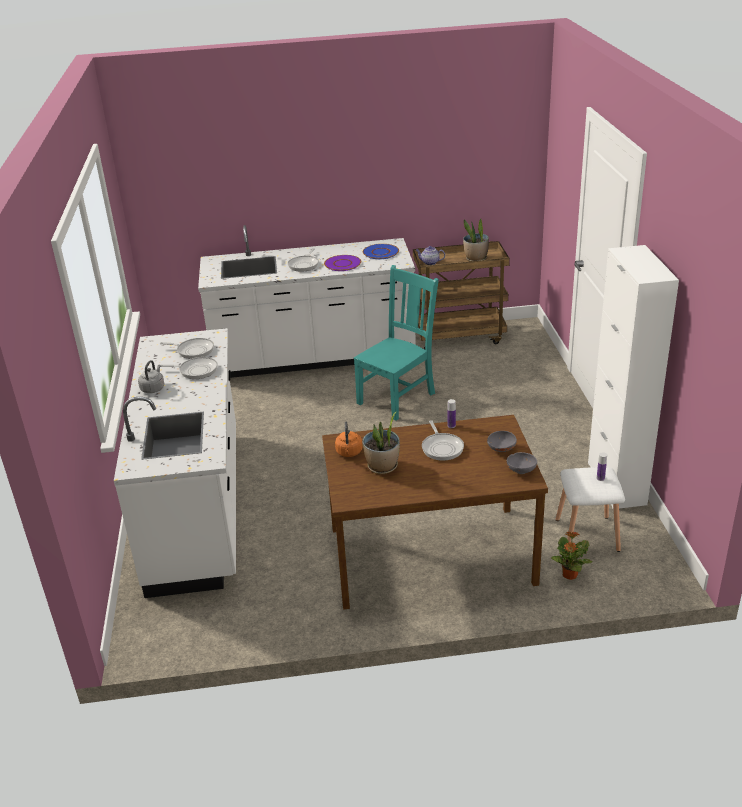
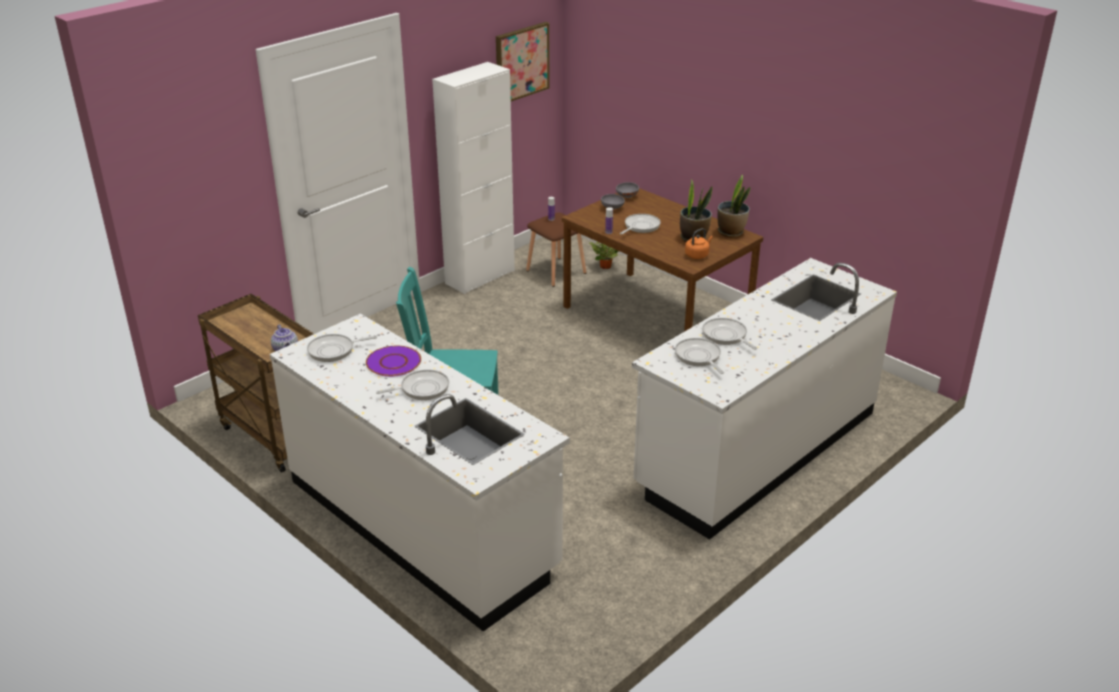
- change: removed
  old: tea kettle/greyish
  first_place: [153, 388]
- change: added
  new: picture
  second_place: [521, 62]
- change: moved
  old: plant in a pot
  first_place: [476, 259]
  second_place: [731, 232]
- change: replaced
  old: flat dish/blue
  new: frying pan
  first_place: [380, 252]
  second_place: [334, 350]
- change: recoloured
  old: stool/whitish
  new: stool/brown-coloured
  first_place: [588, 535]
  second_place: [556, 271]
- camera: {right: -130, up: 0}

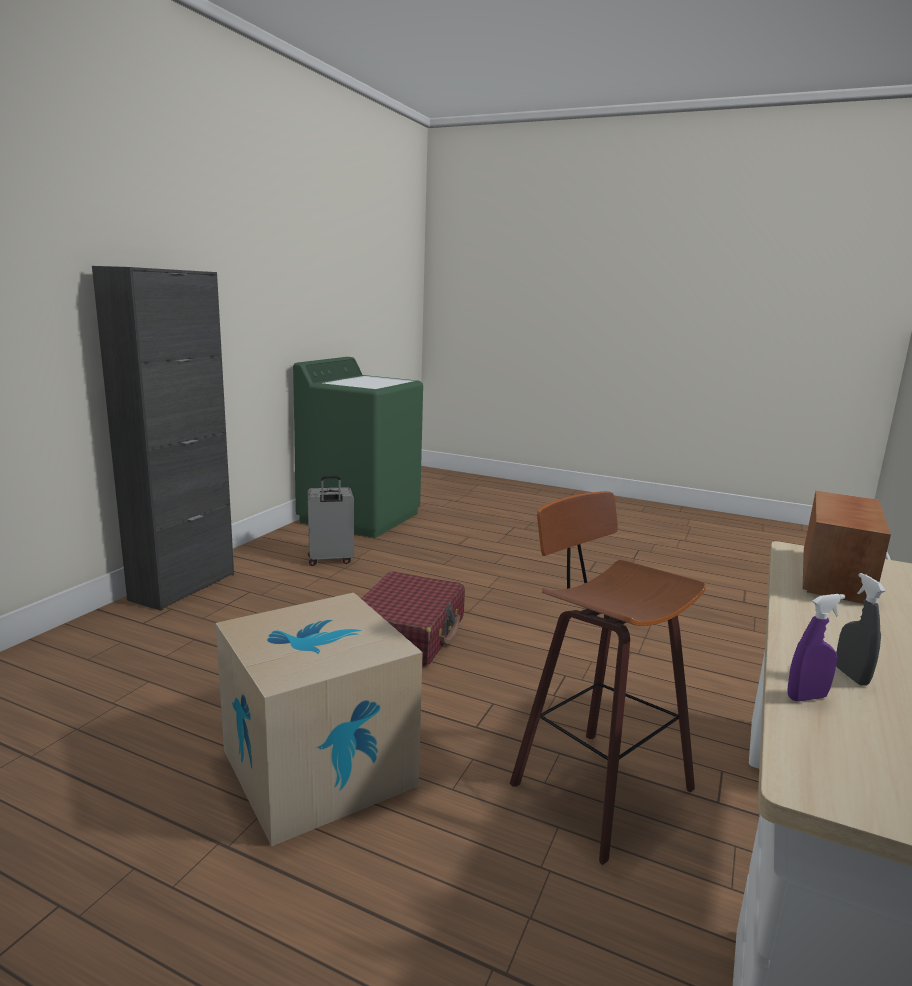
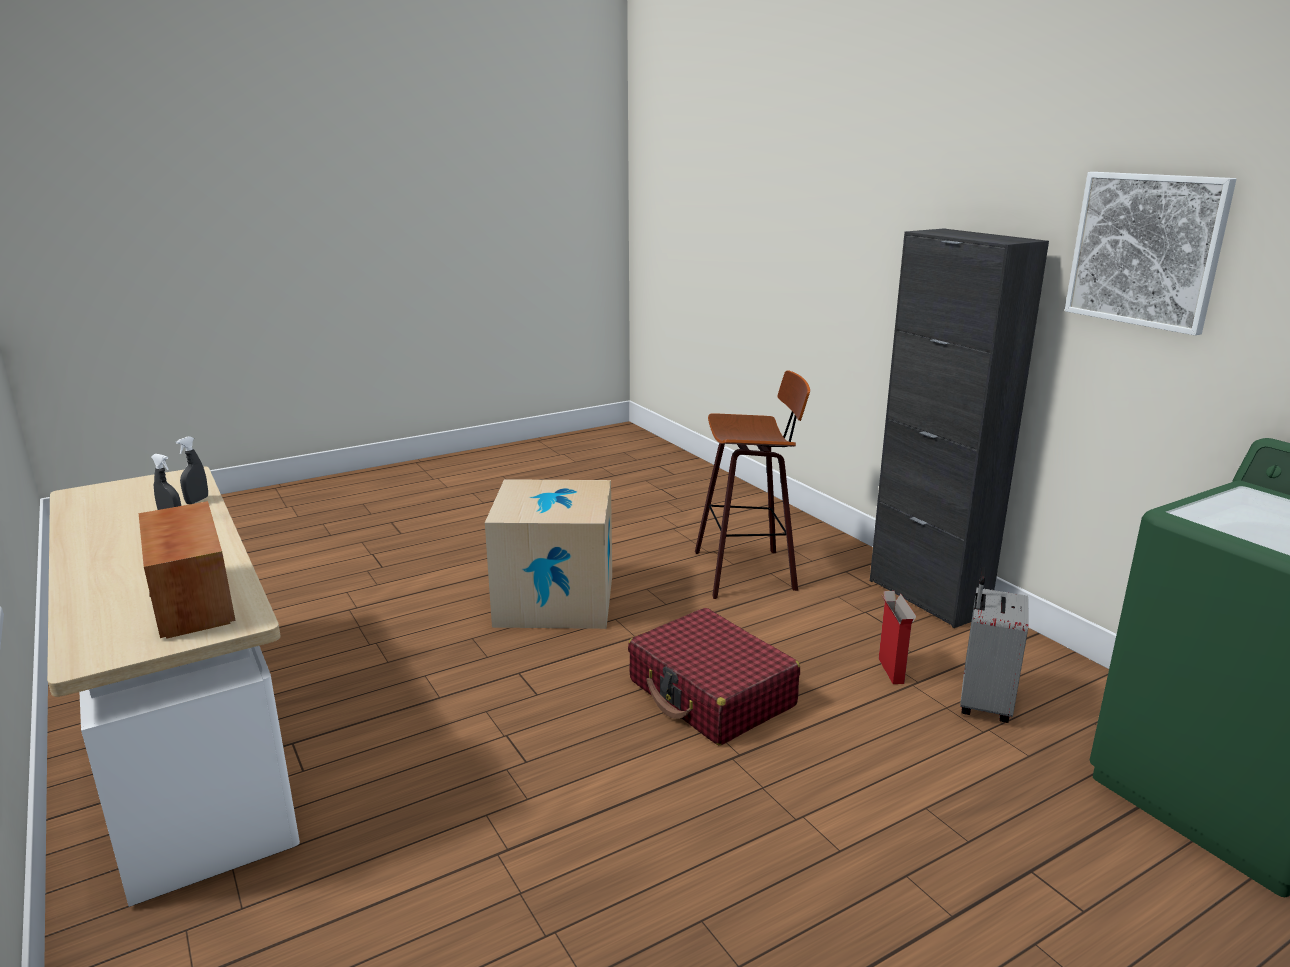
- change: added
  new: cardboard box
  second_place: [890, 670]
- change: added
  new: picture
  second_place: [1146, 250]
- change: moved
  old: stool
  first_place: [594, 786]
  second_place: [748, 571]
- change: recoloured
  old: hand sprayer/purplish
  new: hand sprayer/greyish
  first_place: [807, 697]
  second_place: [197, 500]
- camera: {right: 125, up: 5}

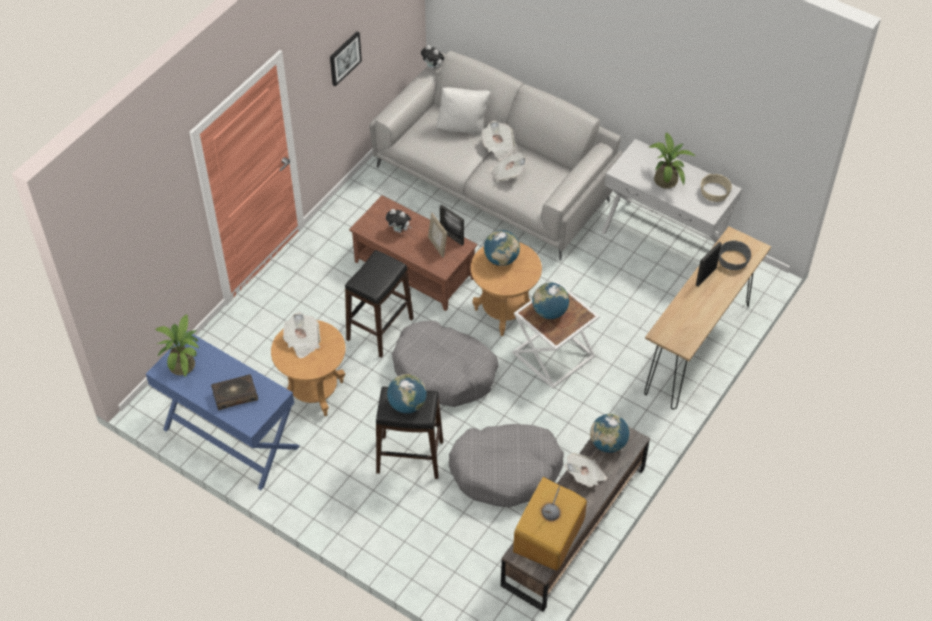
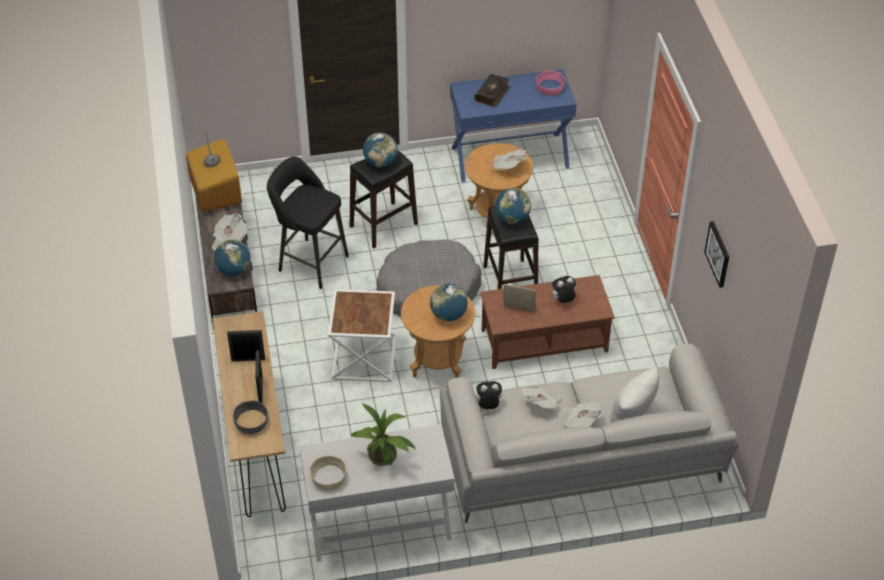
- change: moved
  old: cuddly toy
  first_place: [433, 67]
  second_place: [488, 406]
- change: moved
  old: photo frame
  first_place: [452, 237]
  second_place: [248, 359]
- change: moved
  old: desk globe
  first_place: [549, 312]
  second_place: [512, 218]
- change: replaced
  old: plant in a pot
  new: bowl/pink-coloured
  first_place: [184, 363]
  second_place: [549, 88]
- change: replaced
  old: dog cushion/greyish
  new: stool/black-coloured
  first_place: [506, 470]
  second_place: [310, 262]
- camera: {right: 135, up: -5}

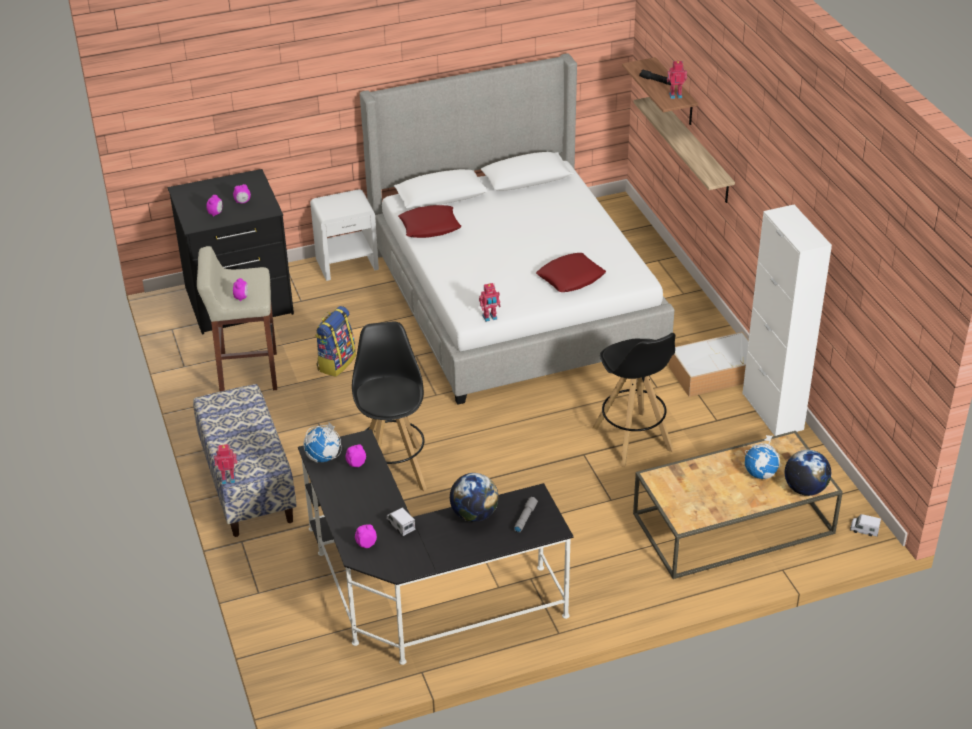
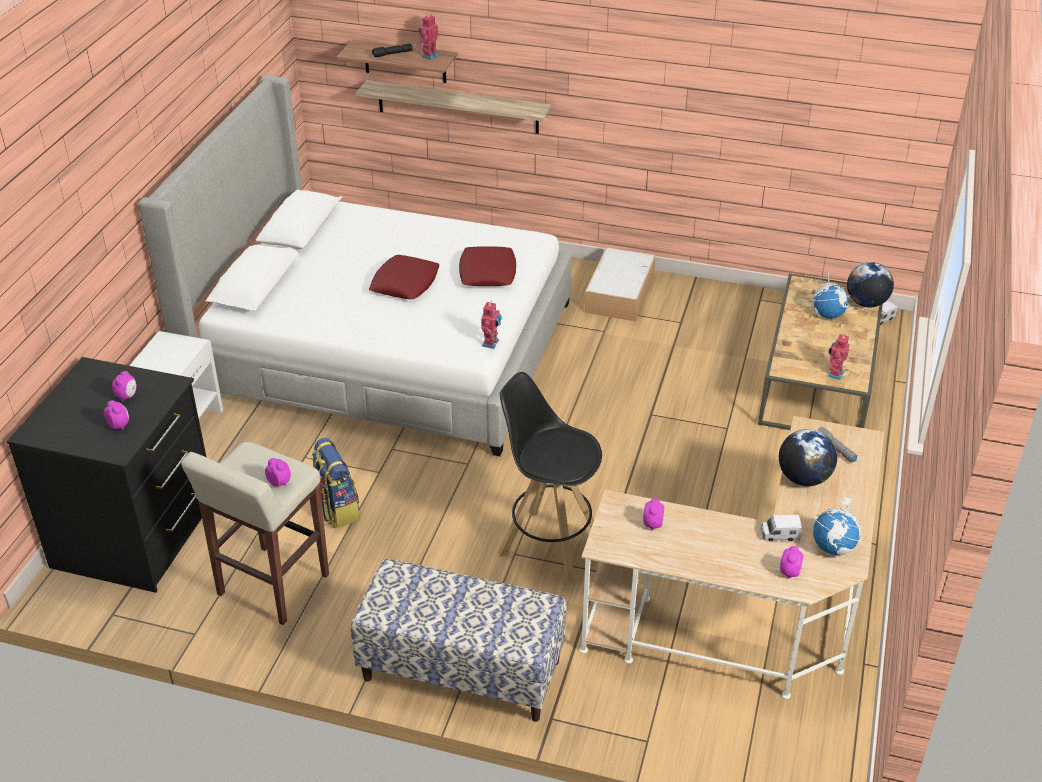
- change: removed
  old: stool/black-coloured
  first_place: [633, 439]
- change: removed
  old: storage cabinet/whitish
  first_place: [772, 411]
- change: moved
  old: toy robot
  first_place: [228, 478]
  second_place: [834, 373]
- change: moved
  old: desk globe
  first_place: [323, 458]
  second_place: [834, 547]
- change: moved
  old: throw pillow/red-coloured
  first_place: [430, 226]
  second_place: [405, 283]
- change: recoloured
  old: desk unit/black-coloured
  new: desk unit/beige-coloured
  first_place: [419, 593]
  second_place: [750, 612]
- camera: {right: -55, up: 0}

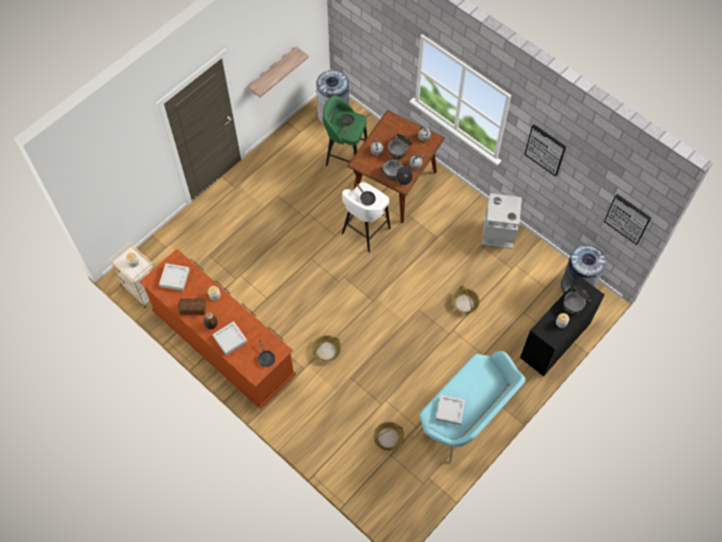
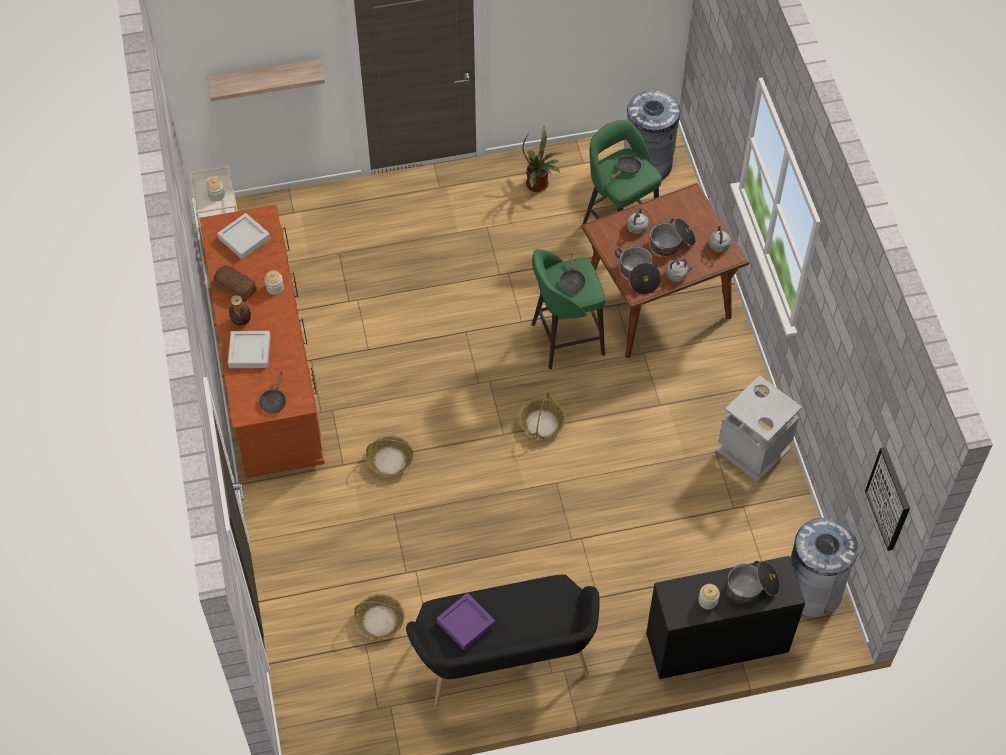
- change: removed
  old: picture
  first_place: [545, 149]
- change: added
  new: plant in a pot
  second_place: [539, 185]
- change: moved
  old: bracket shelf
  first_place: [273, 72]
  second_place: [265, 78]
- change: moved
  old: basket
  first_place: [465, 303]
  second_place: [542, 423]
- change: recoloured
  old: stool/whitish
  new: stool/greenish
  first_place: [364, 232]
  second_place: [565, 340]
- change: recoloured
  old: long seat/turquoise-coloured
  new: long seat/black-coloured
  first_place: [466, 418]
  second_place: [505, 664]
- change: recoloured
  old: carrying tray/greyish
  new: carrying tray/purplish
  first_place: [450, 411]
  second_place: [465, 623]
- camera: {right: 35, up: -5}

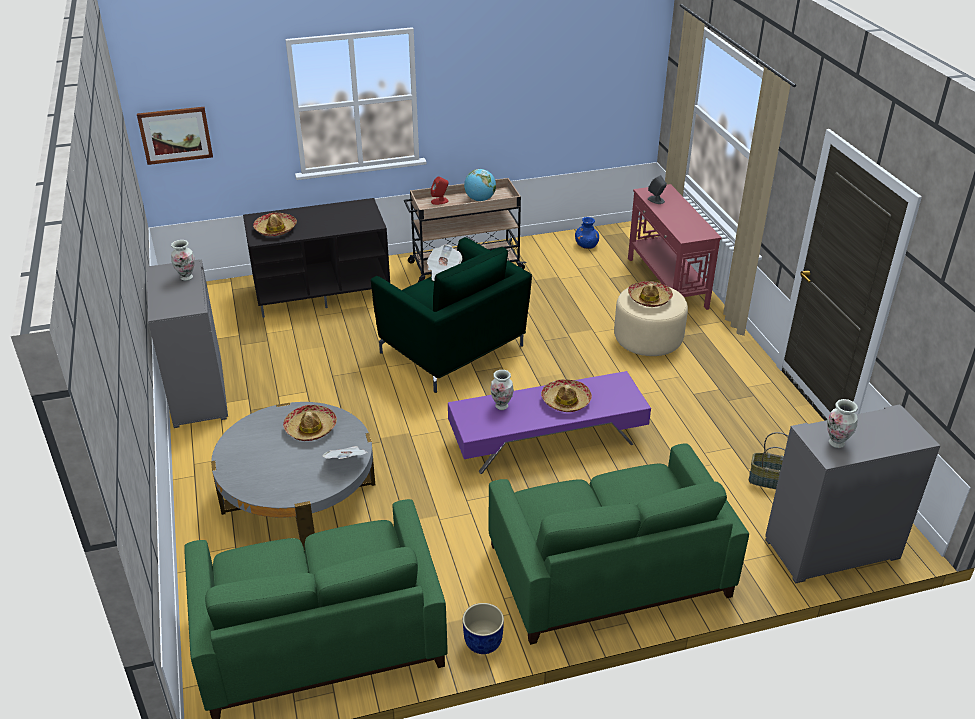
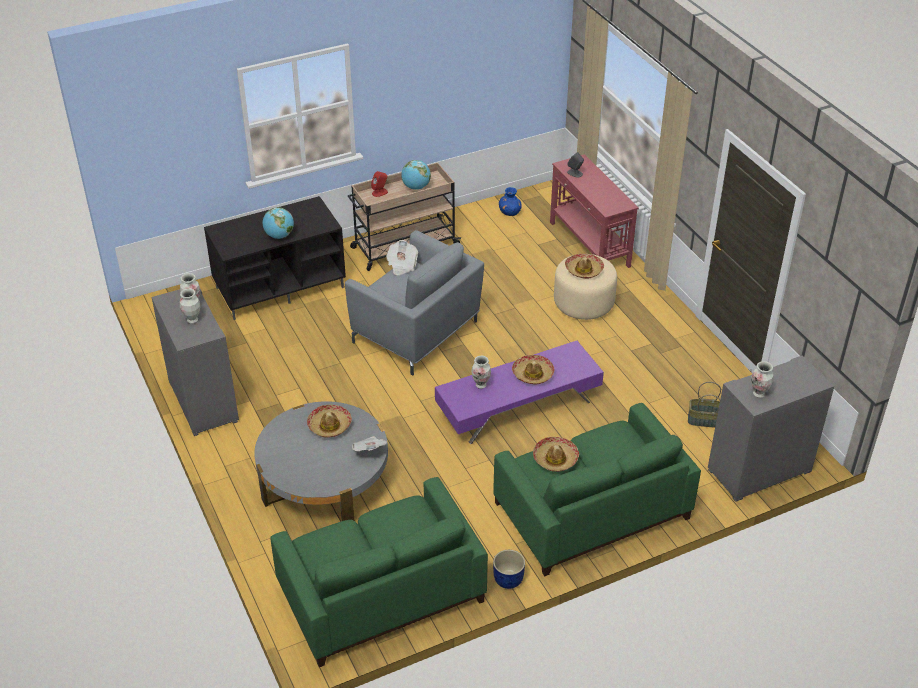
- change: removed
  old: picture
  first_place: [175, 135]
- change: added
  new: vase
  second_place: [192, 320]
- change: added
  new: desk globe
  second_place: [279, 236]
- change: moved
  old: hat
  first_place: [275, 229]
  second_place: [555, 458]
- change: recoloured
  old: armchair/greenish
  new: armchair/greyish
  first_place: [452, 350]
  second_place: [416, 333]
- camera: {right: -10, up: 5}

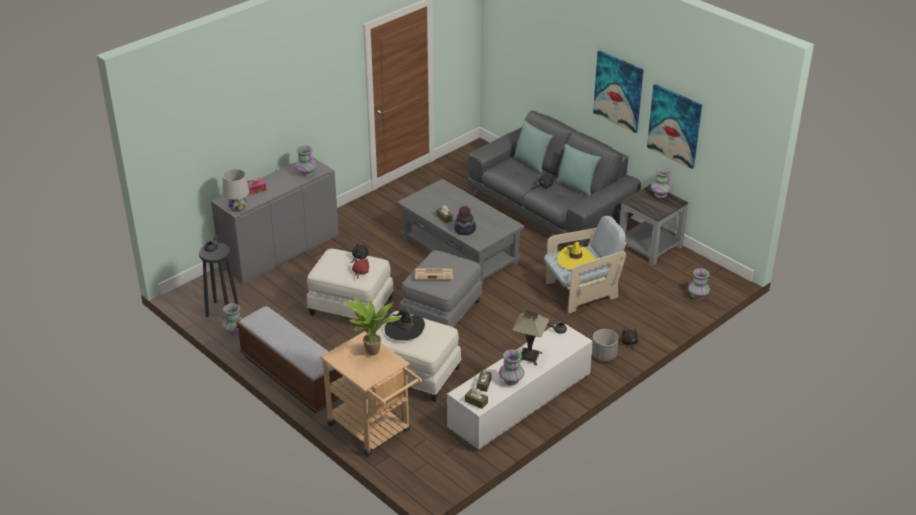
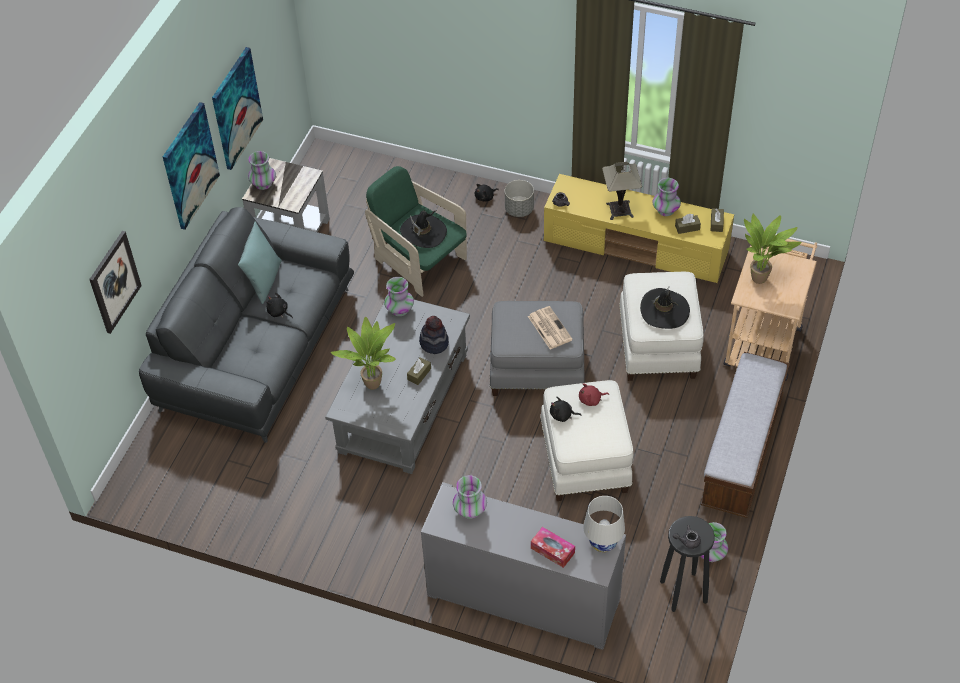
- change: removed
  old: throw pillow/turquoise-coloured
  first_place: [532, 163]
- change: added
  new: picture
  second_place: [114, 282]
- change: added
  new: plant in a pot
  second_place: [372, 382]
- change: moved
  old: vase
  first_place: [697, 295]
  second_place: [400, 309]
- change: recoloured
  old: tv stand/whitish
  new: tv stand/yellow
  first_place: [520, 402]
  second_place: [637, 246]
- change: recoloured
  old: armchair/beige-coloured
  new: armchair/greenish
  first_place: [581, 292]
  second_place: [419, 261]
- change: recoloured
  old: hat/yellow
  new: hat/black-coloured
  first_place: [575, 260]
  second_place: [423, 232]
- camera: {right: -115, up: 15}

